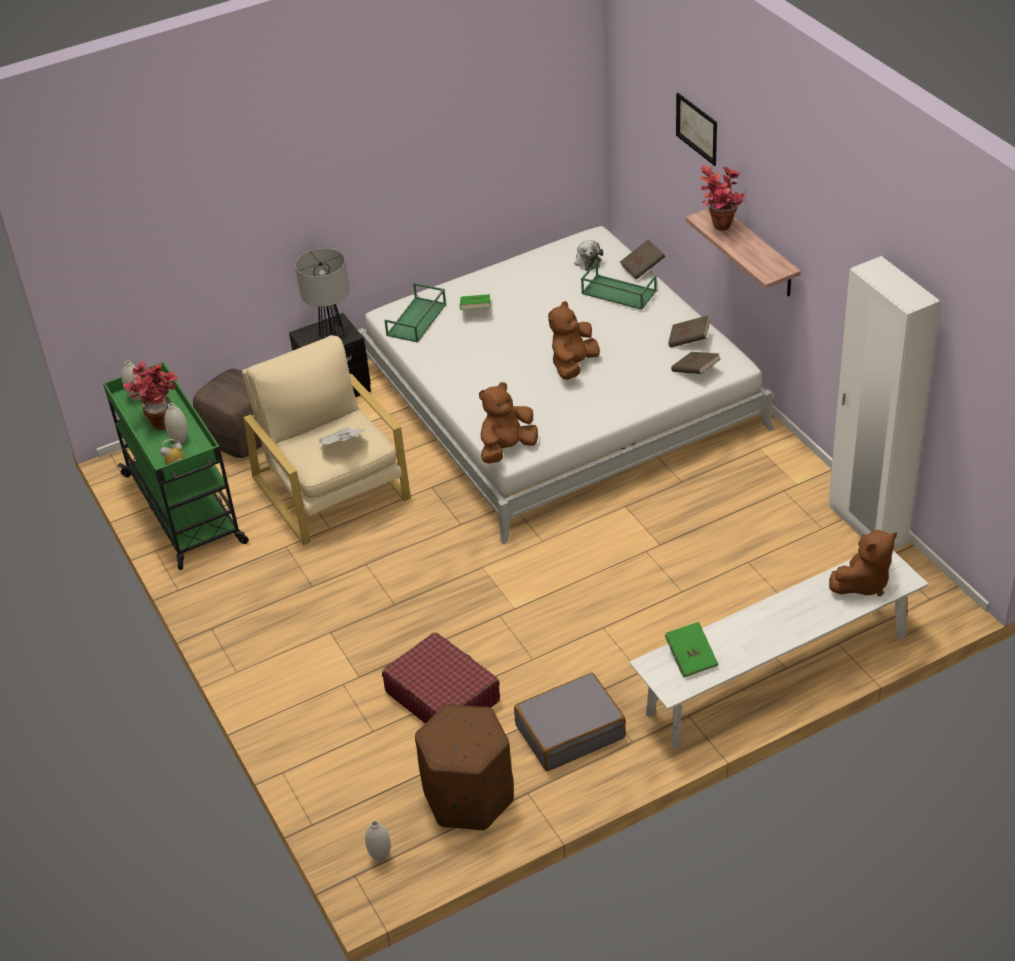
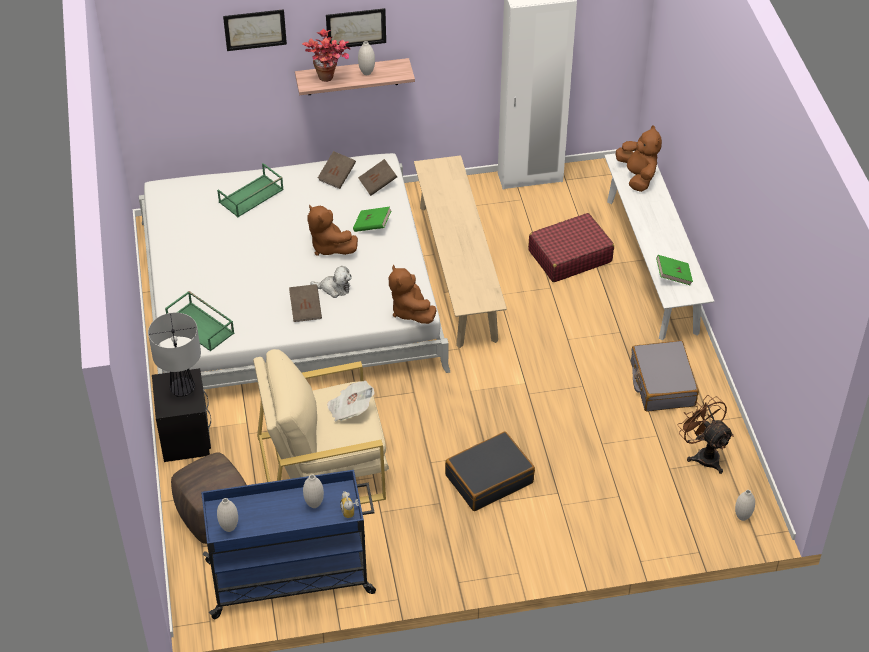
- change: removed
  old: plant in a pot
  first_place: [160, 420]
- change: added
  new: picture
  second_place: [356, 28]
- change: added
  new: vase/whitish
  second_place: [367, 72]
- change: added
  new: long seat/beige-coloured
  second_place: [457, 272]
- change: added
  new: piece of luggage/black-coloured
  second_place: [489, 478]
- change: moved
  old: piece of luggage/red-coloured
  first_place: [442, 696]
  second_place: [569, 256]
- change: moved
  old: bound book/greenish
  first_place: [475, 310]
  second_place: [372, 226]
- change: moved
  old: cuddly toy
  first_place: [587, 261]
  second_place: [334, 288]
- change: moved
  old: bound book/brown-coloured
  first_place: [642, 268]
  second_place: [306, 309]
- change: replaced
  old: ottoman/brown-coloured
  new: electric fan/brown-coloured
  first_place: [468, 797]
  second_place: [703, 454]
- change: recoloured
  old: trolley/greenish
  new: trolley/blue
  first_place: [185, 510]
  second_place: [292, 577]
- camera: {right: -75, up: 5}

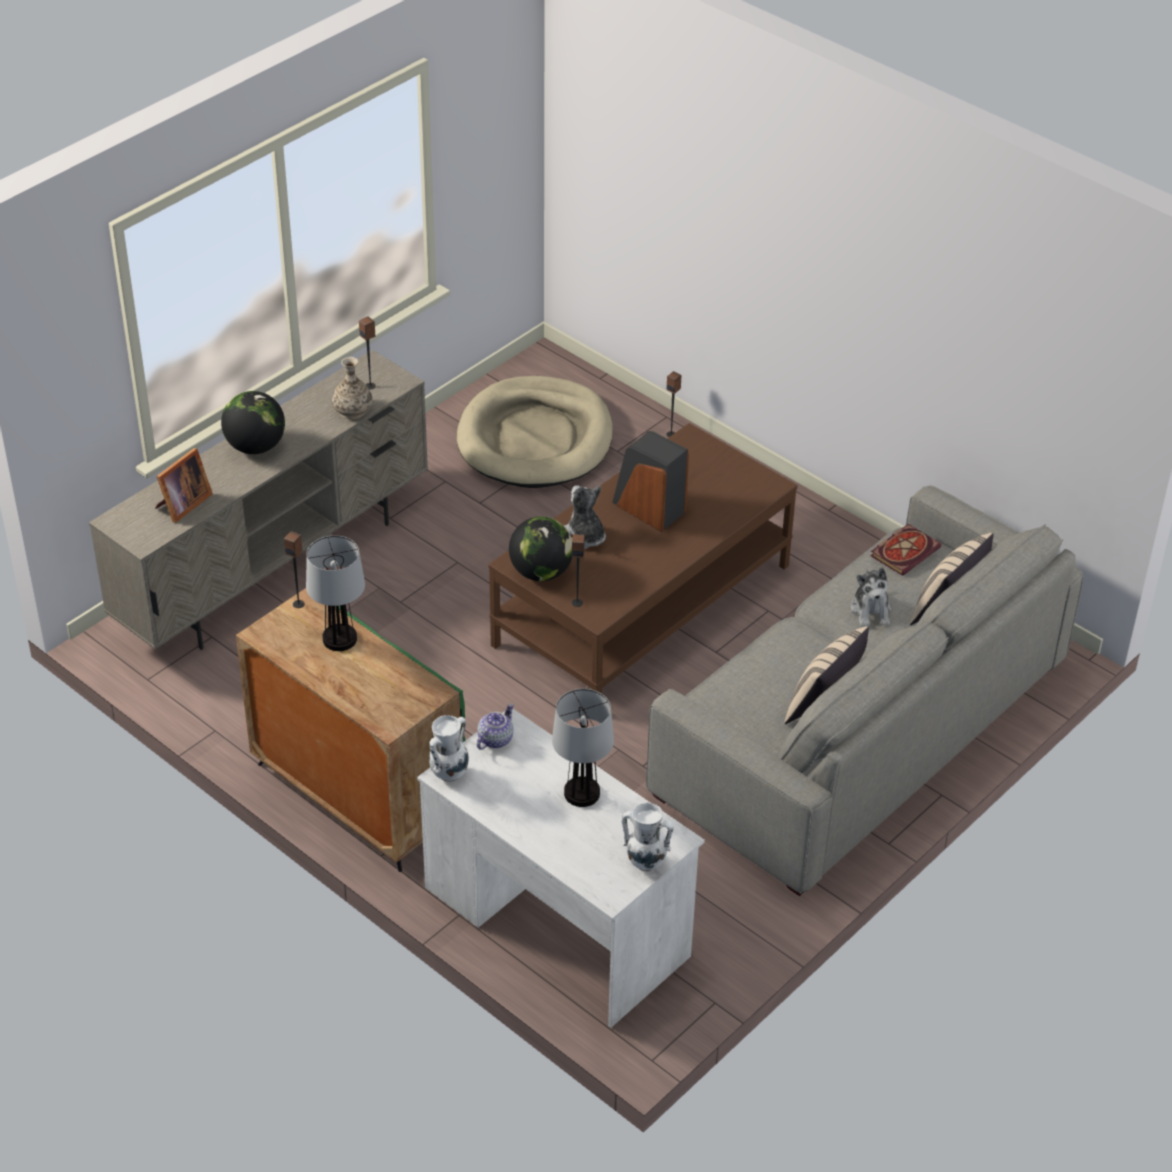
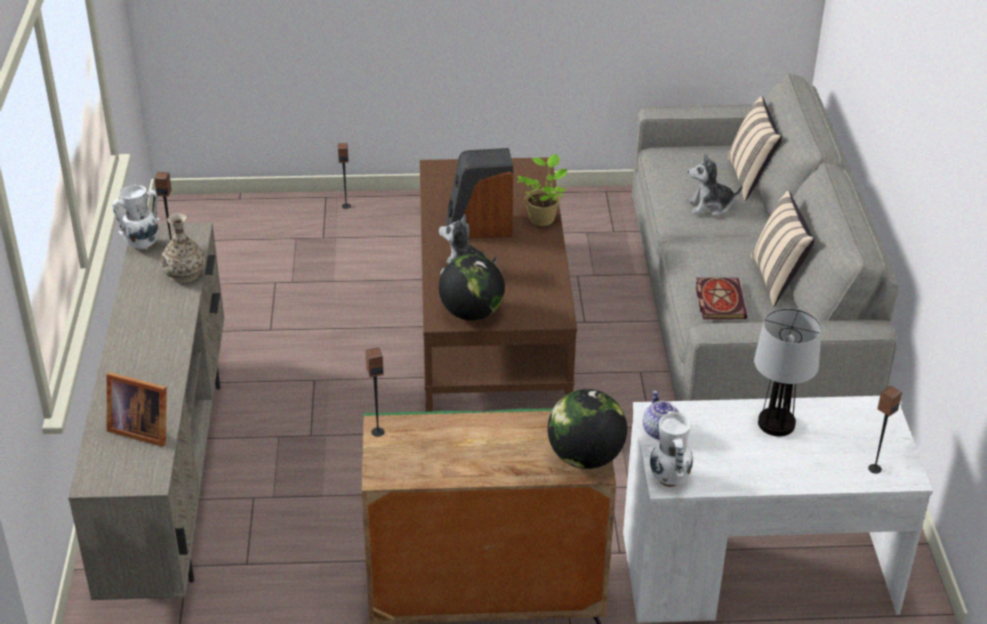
- change: removed
  old: lamp for a table
  first_place: [339, 640]
- change: removed
  old: dog cushion/beige-coloured
  first_place: [535, 439]
- change: added
  new: plant in a pot
  second_place: [542, 218]
- change: moved
  old: desk globe
  first_place: [255, 447]
  second_place: [585, 457]
- change: moved
  old: speaker
  first_place: [577, 602]
  second_place: [874, 468]
- change: moved
  old: vase/whitish
  first_place: [645, 862]
  second_place: [141, 245]
- change: moved
  old: bound book
  first_place: [905, 551]
  second_place: [718, 300]
- change: turned
  old: photo frame
  first_place: [182, 505]
  second_place: [140, 429]
  degrees: 120
- change: turned
  old: cuddly toy
  first_place: [871, 610]
  second_place: [710, 206]
  degrees: 135
- camera: {right: -45, up: -5}

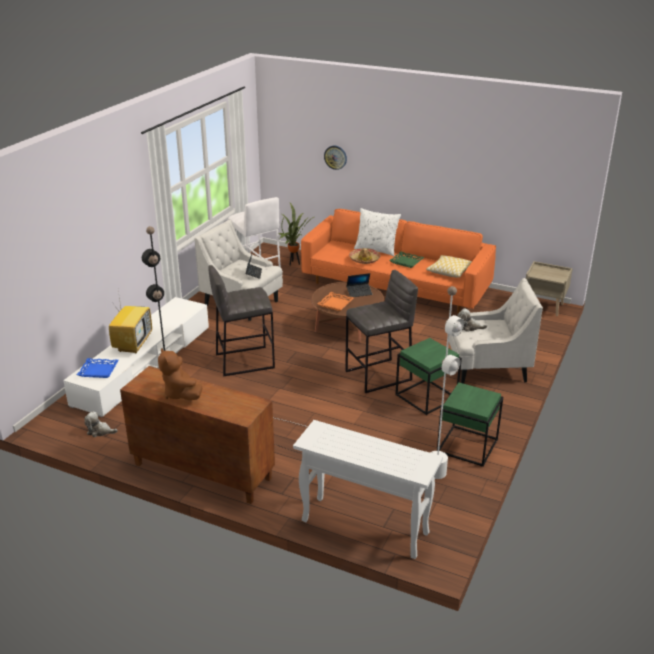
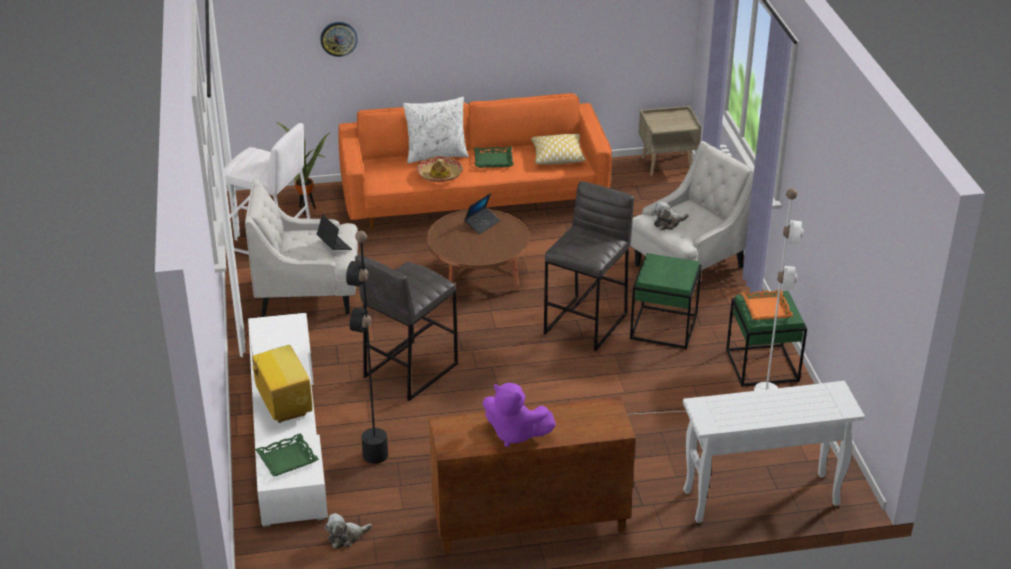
- change: moved
  old: carrying tray/orange
  first_place: [335, 304]
  second_place: [765, 308]
- change: recoloured
  old: carrying tray/blue
  new: carrying tray/greenish
  first_place: [98, 371]
  second_place: [287, 459]
- change: recoloured
  old: cuddly toy/brown-coloured
  new: cuddly toy/purplish
  first_place: [181, 394]
  second_place: [515, 434]
- camera: {right: -35, up: 5}

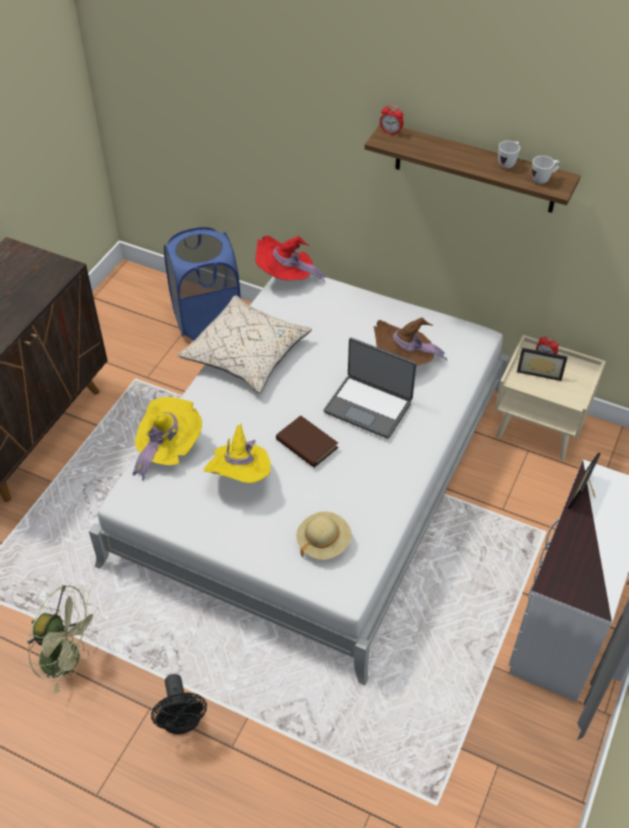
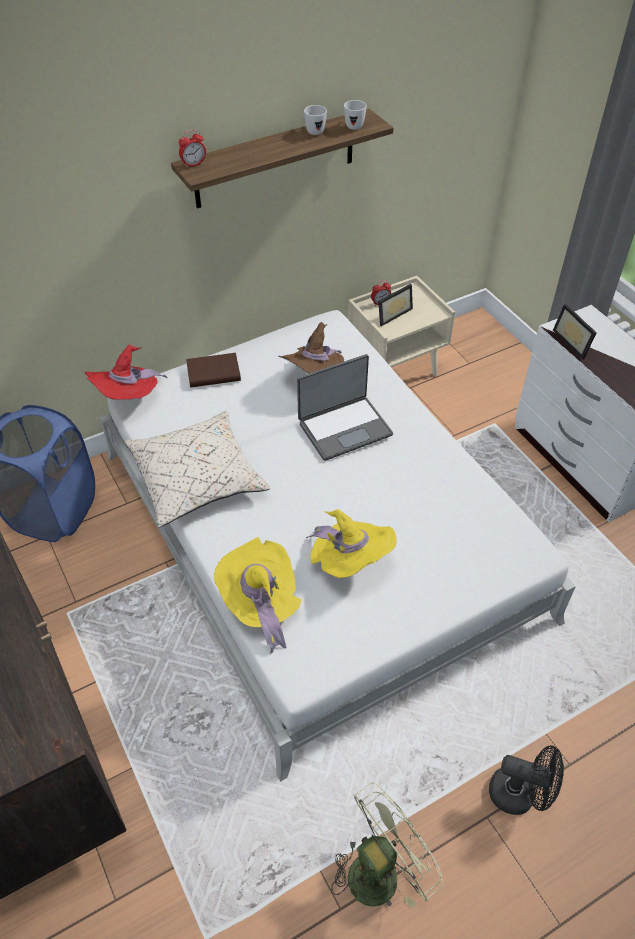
- change: removed
  old: hat/beige-coloured
  first_place: [323, 542]
- change: moved
  old: bound book/brown-coloured
  first_place: [306, 444]
  second_place: [213, 373]
- camera: {right: -55, up: 0}

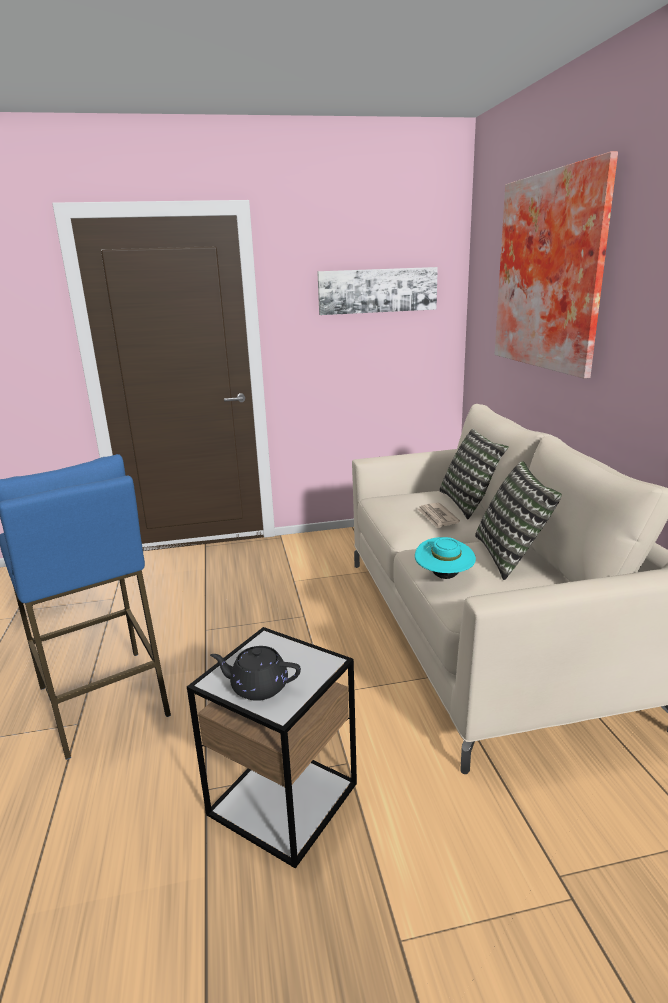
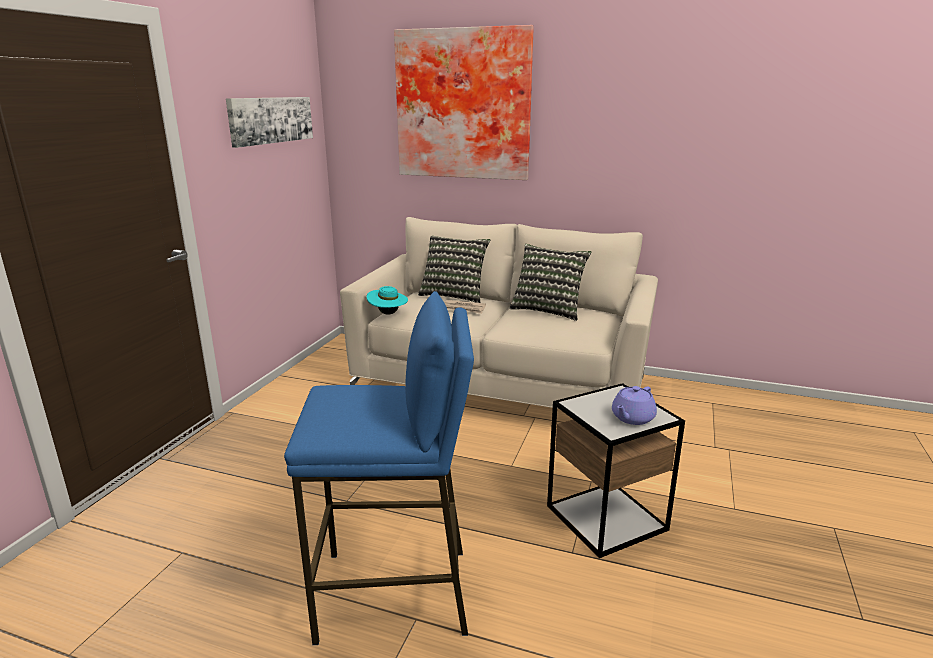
- change: moved
  old: hat/turquoise-coloured
  first_place: [444, 576]
  second_place: [388, 314]
- change: recoloured
  old: pot for tea/black-coloured
  new: pot for tea/purplish
  first_place: [258, 687]
  second_place: [632, 418]
- camera: {right: -60, up: 0}

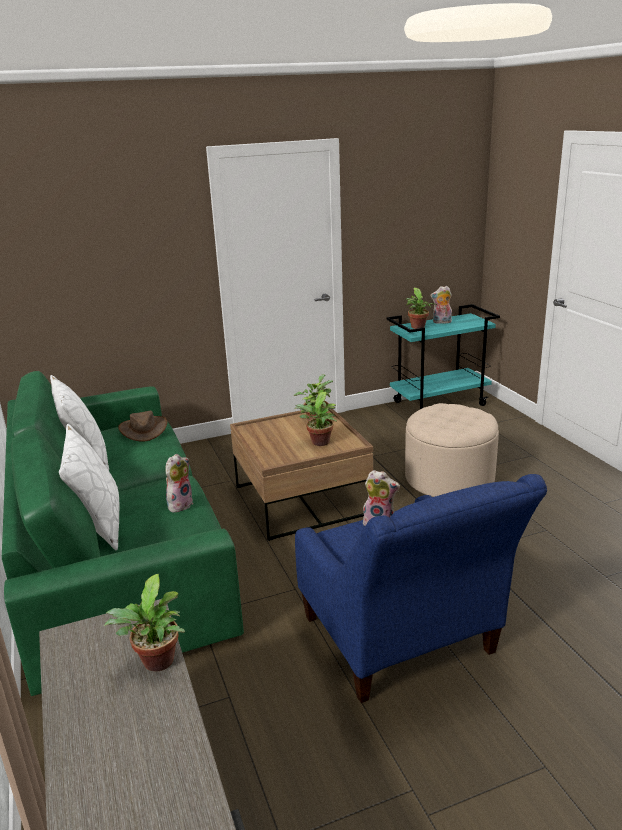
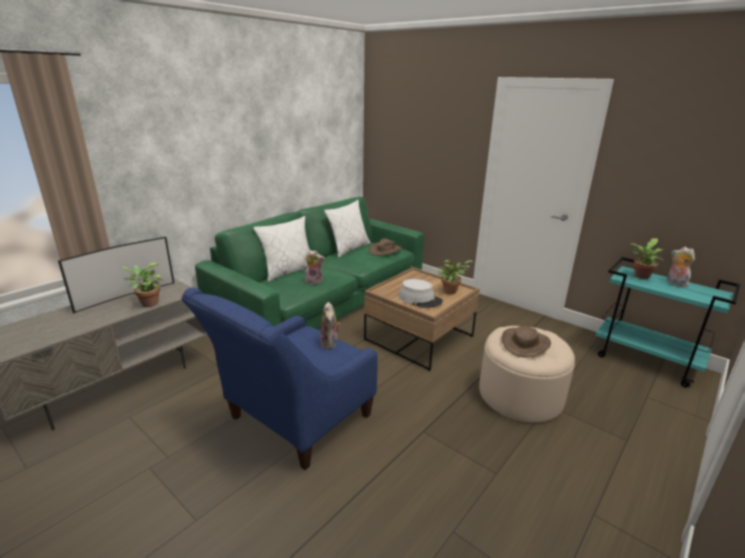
- change: added
  new: television
  second_place: [125, 295]
- change: added
  new: hat/brown-coloured
  second_place: [525, 343]
- change: replaced
  old: plant in a pot
  new: hat/greyish
  first_place: [319, 443]
  second_place: [420, 299]
- camera: {right: 60, up: 0}

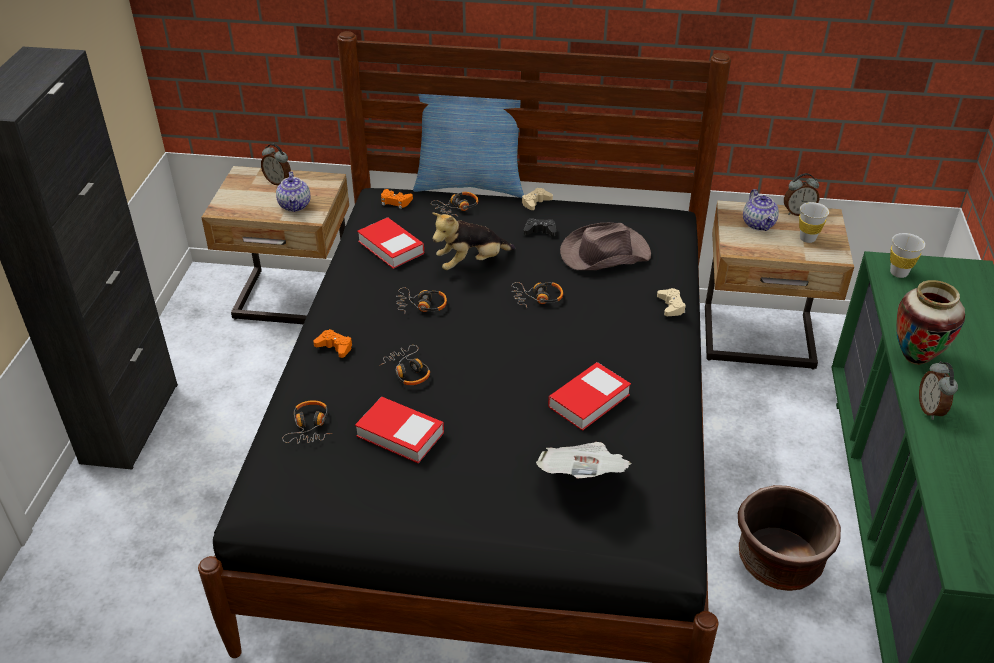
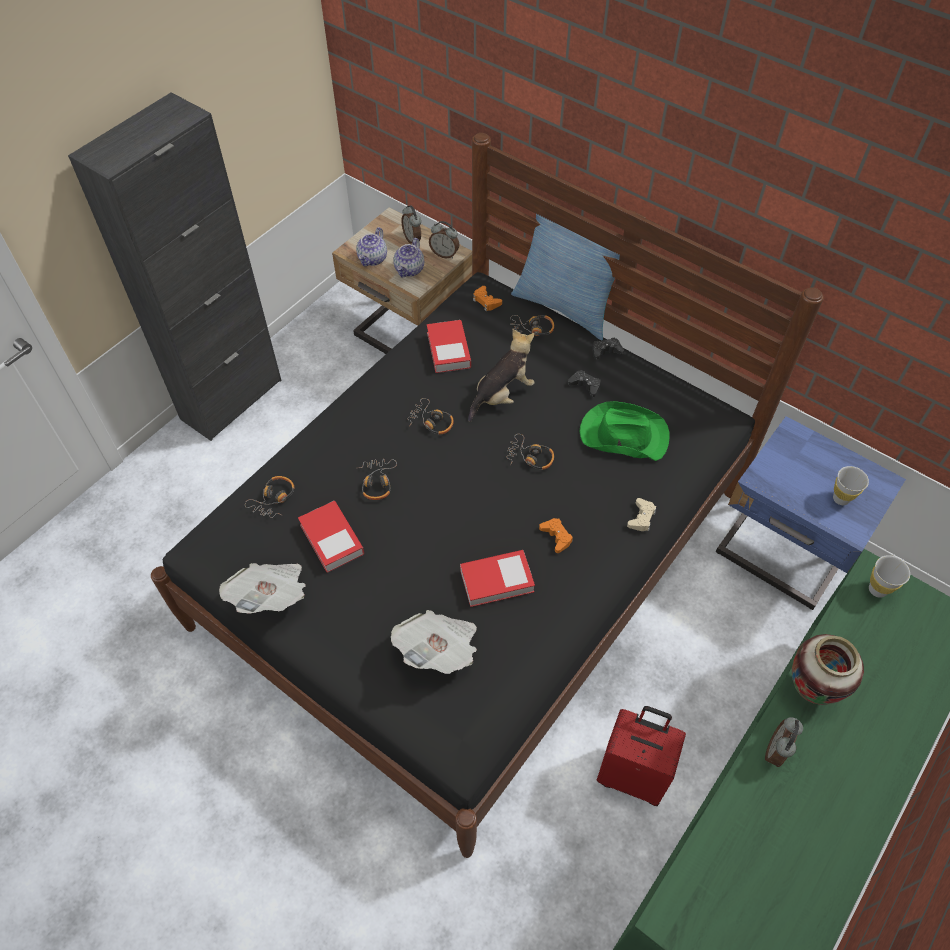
- change: added
  new: newspaper
  second_place: [271, 596]
- change: moved
  old: joypad/orange
  first_place: [335, 347]
  second_place: [556, 537]
- change: moved
  old: pot for tea
  first_place: [759, 224]
  second_place: [373, 259]
- change: moved
  old: table clock
  first_place: [797, 212]
  second_place: [444, 254]
- change: replaced
  old: plant pot/brown-coloured
  new: piece of luggage/red-coloured
  first_place: [778, 562]
  second_place: [632, 774]
- change: recoloured
  old: joypad/beige-coloured
  new: joypad/black-coloured
  first_place: [535, 202]
  second_place: [606, 351]
- change: recoloured
  old: hat/brown-coloured
  new: hat/greenish
  first_place: [604, 253]
  second_place: [623, 435]
- change: recoloured
  old: night table/beige-coloured
  new: night table/blue
  first_place: [759, 341]
  second_place: [780, 555]
- change: turned
  old: cuddly toy
  first_place: [471, 263]
  second_place: [502, 395]
  degrees: 135
- camera: {right: 30, up: 15}

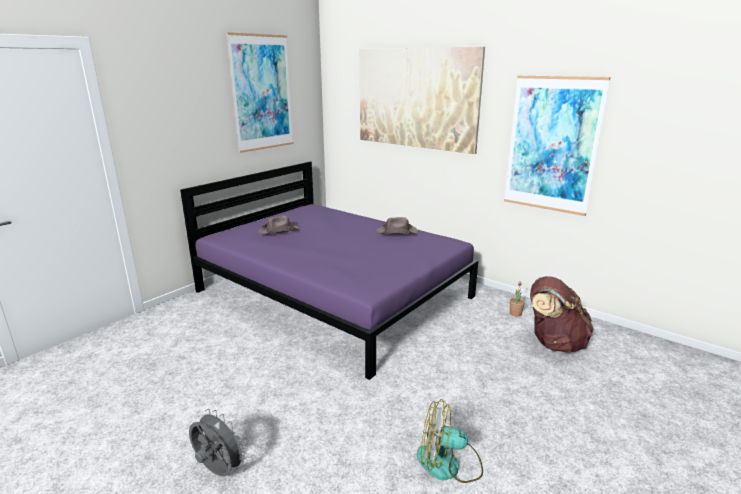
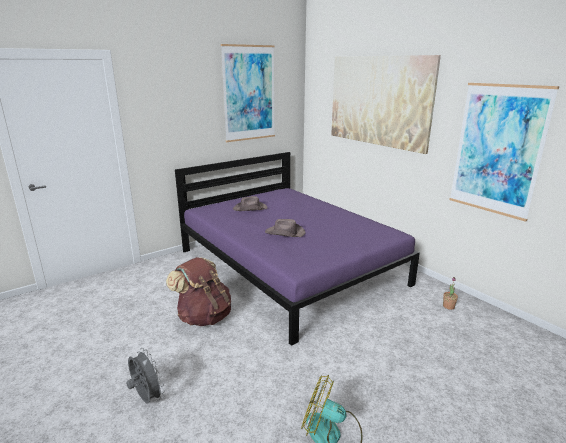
- change: moved
  old: hat/brown-coloured
  first_place: [397, 232]
  second_place: [285, 233]
- change: moved
  old: rucksack/brown-coloured
  first_place: [554, 343]
  second_place: [204, 317]
- camera: {right: 15, up: 0}

